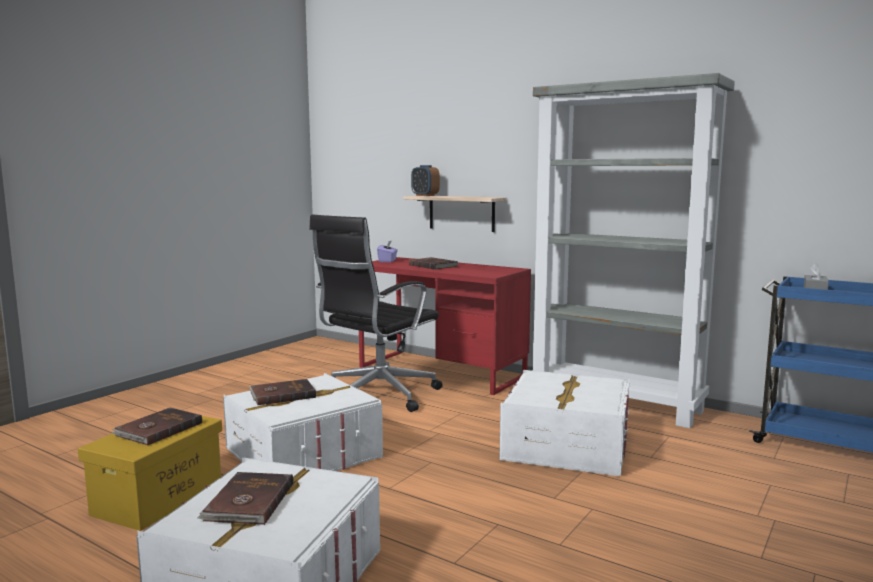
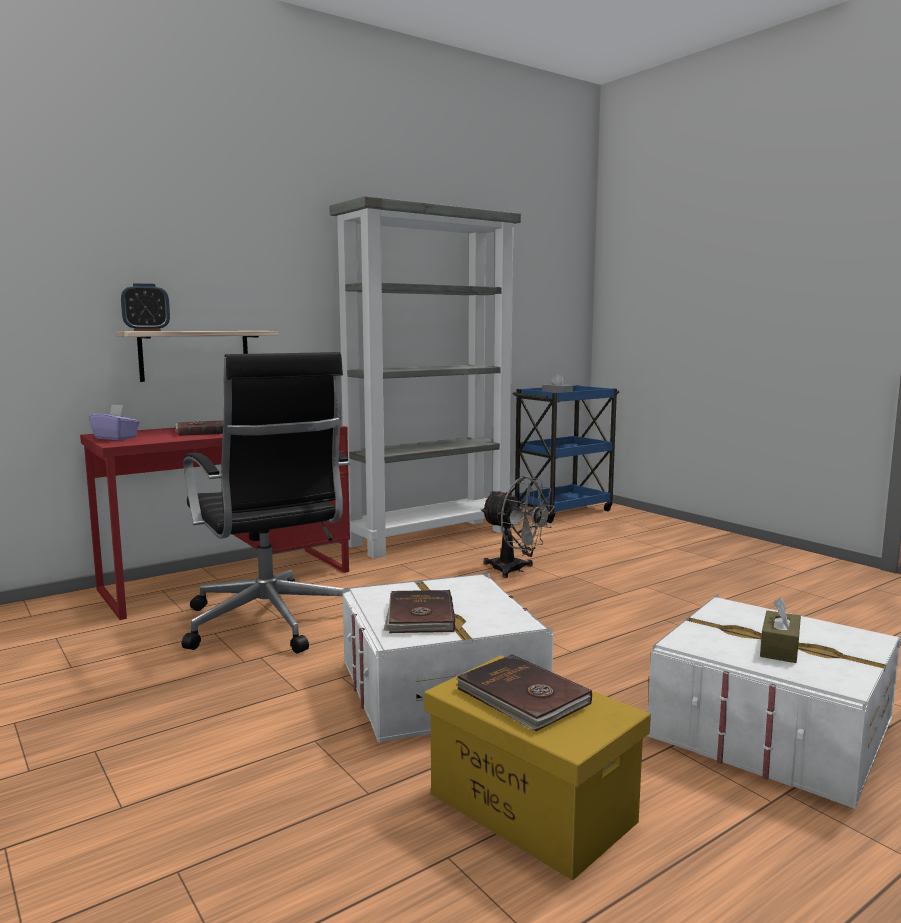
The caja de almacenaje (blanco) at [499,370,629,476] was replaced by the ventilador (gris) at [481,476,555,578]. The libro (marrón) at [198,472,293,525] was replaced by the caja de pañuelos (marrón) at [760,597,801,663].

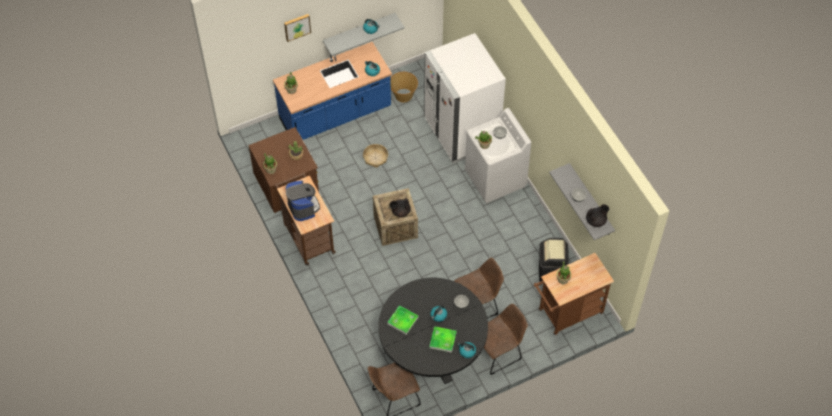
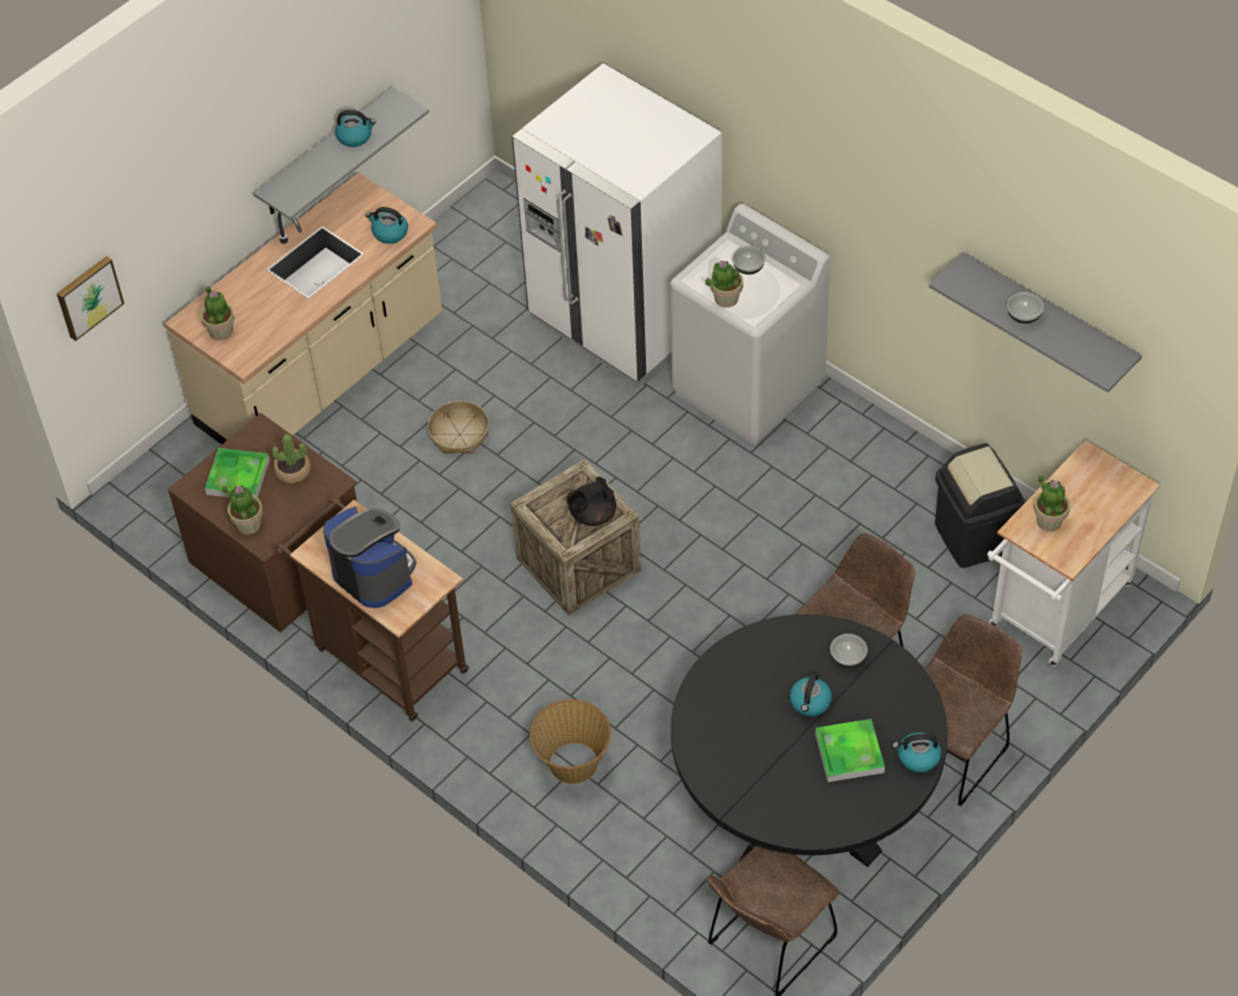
The cuadro moved from [284,14,311,42] to [57,256,124,341]. The mueble bajo de cocina (azul) at [273,42,392,140] became the mueble bajo de cocina (beis) at [165,173,442,444]. The cesta moved from [390,72,418,102] to [530,699,611,784]. The tetera (negro) at [586,204,609,227] disappeared. The carrito (marrón) at [534,253,614,335] became the carrito (blanco) at [987,440,1160,667]. The bandeja moved from [387,305,419,335] to [205,448,270,498].

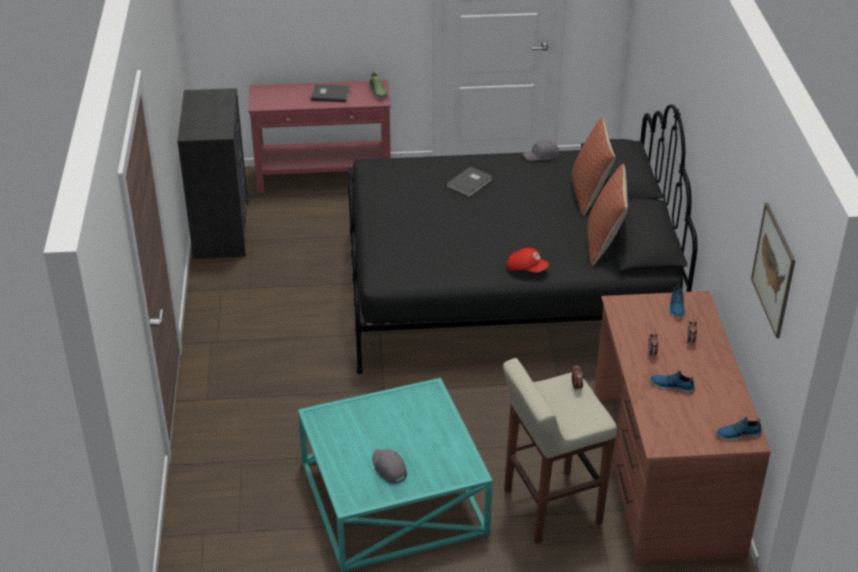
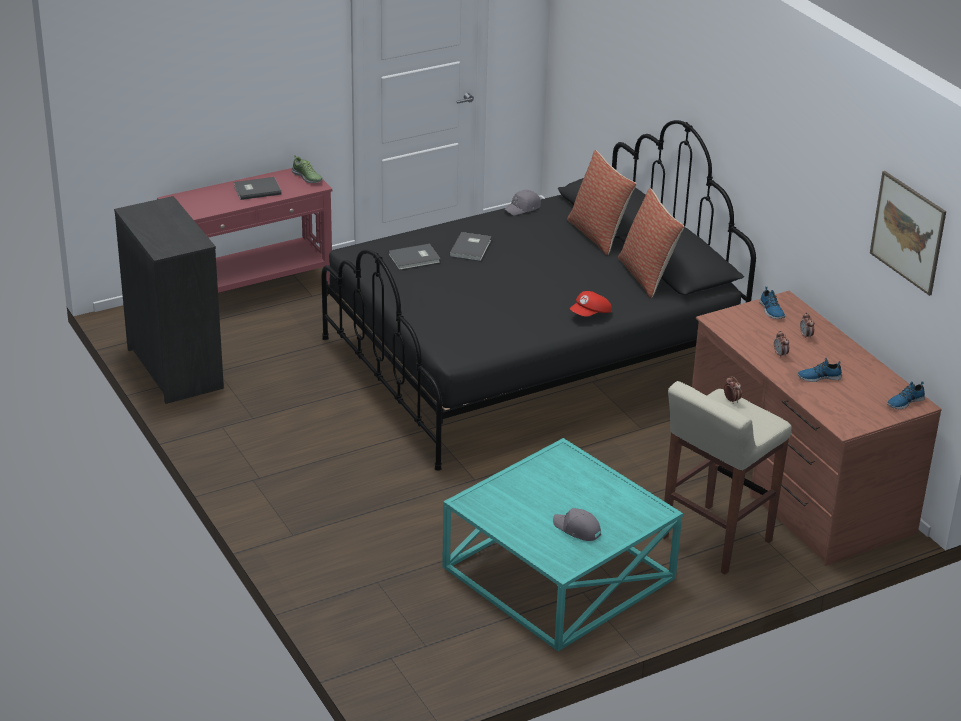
The gorra (rojo) at [506,248,549,273] turned 135 degrees clockwise. The libro (gris) at [389,244,440,270] appeared.

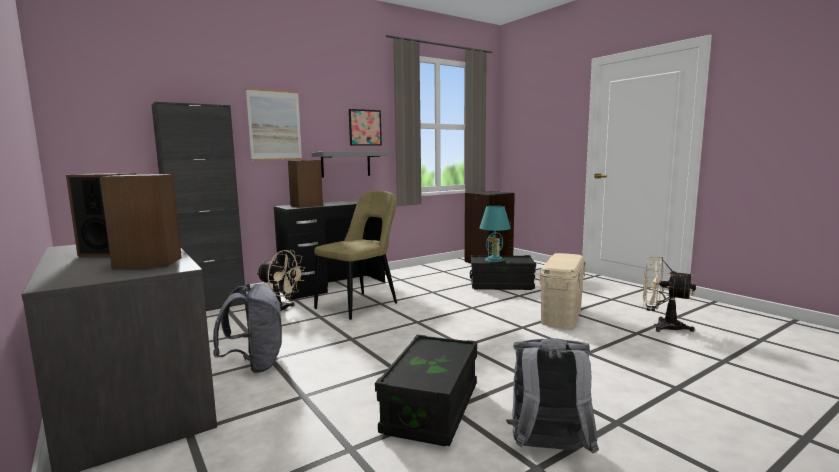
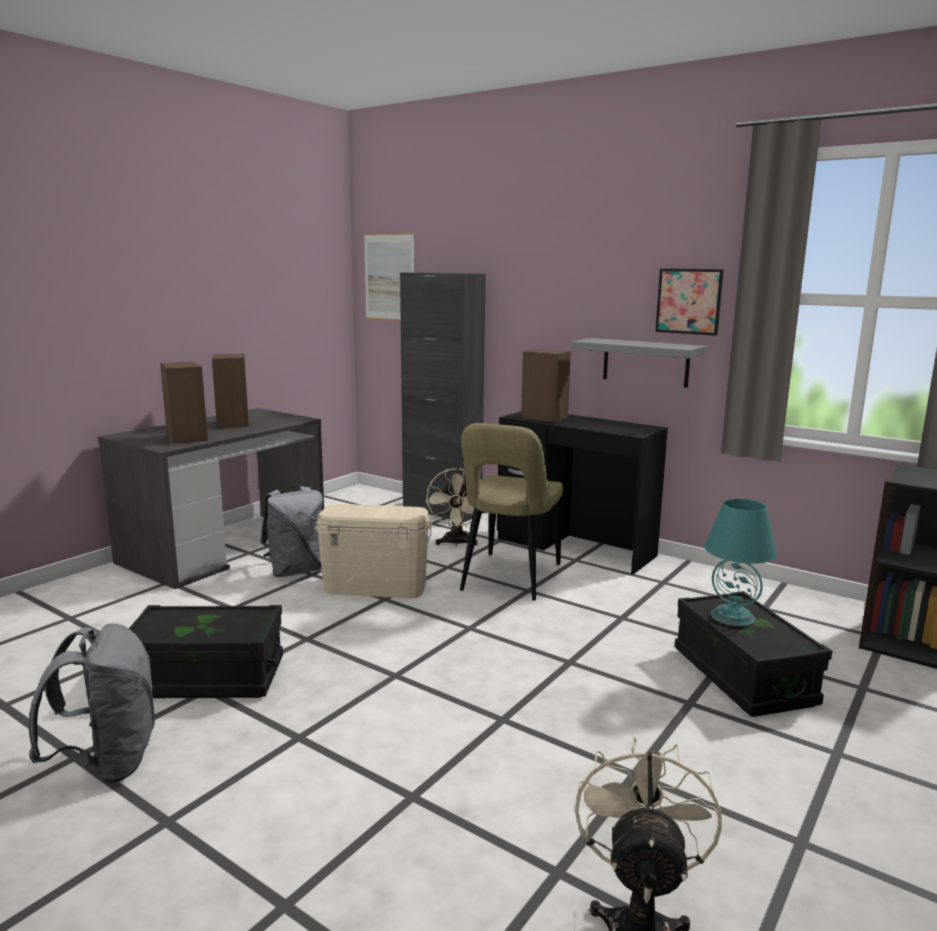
The cuadro moved from [246,88,302,160] to [364,232,414,321]. The silla (beis) at [314,191,397,320] turned 90 degrees clockwise. The caja de almacenaje (beis) moved from [540,253,585,329] to [314,504,432,598].

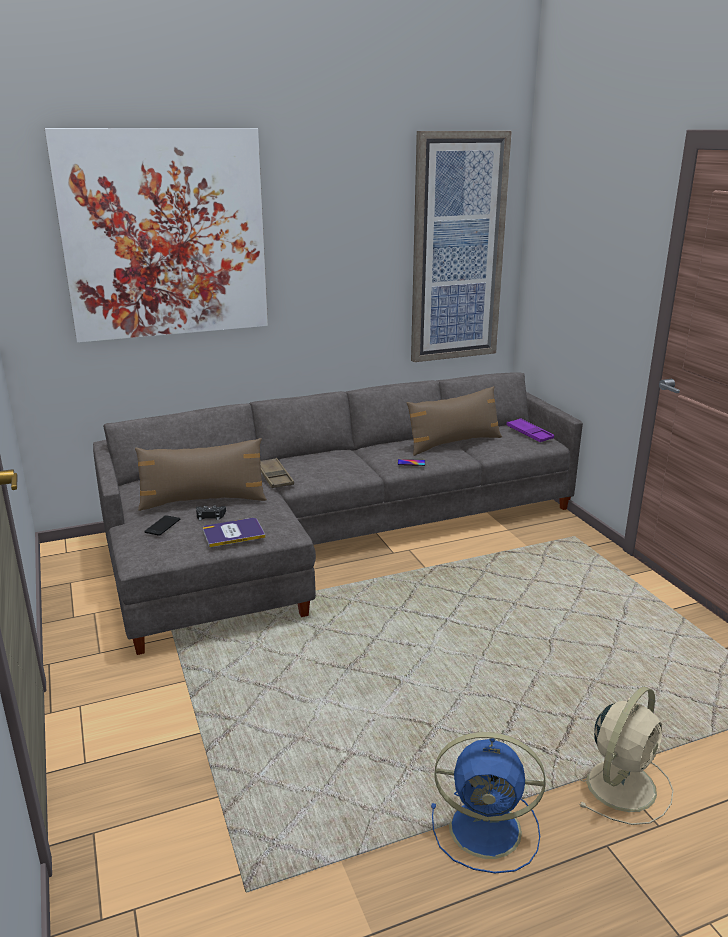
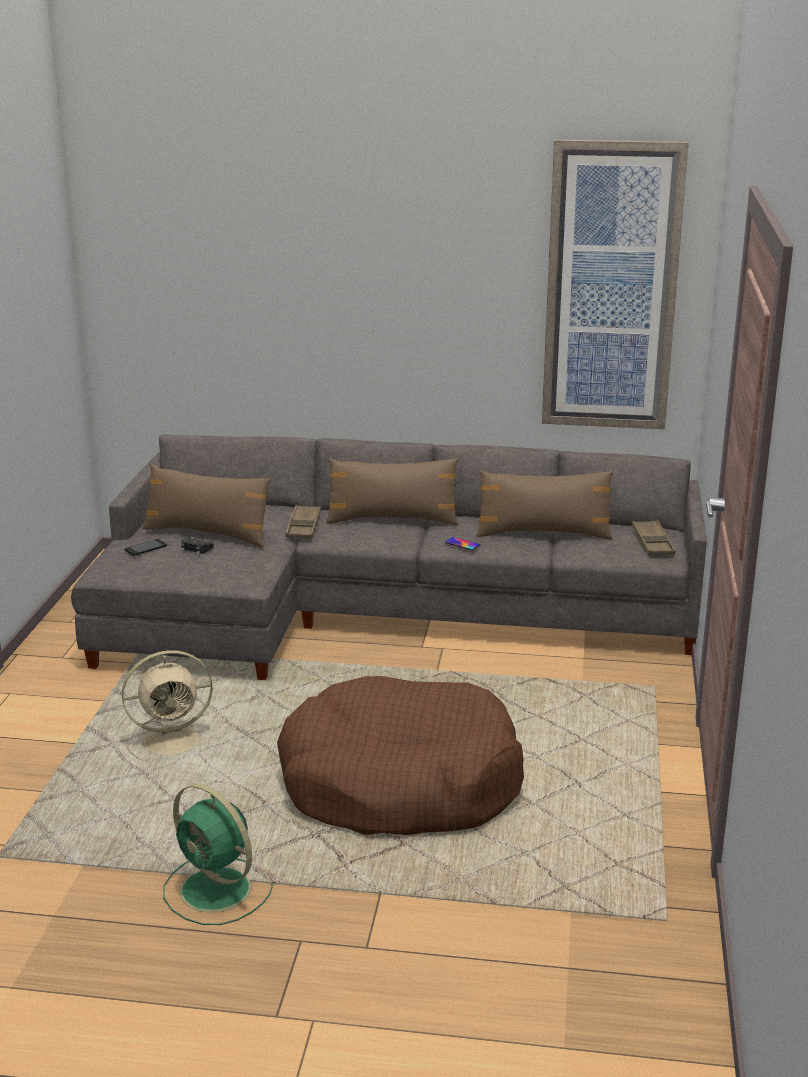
The cuadro at [45,128,268,343] disappeared. The bandeja (morado) at [506,418,554,442] became the bandeja (marrón) at [632,521,675,555]. The libro at [203,518,266,547] disappeared. The ventilador (beis) moved from [575,687,674,825] to [122,650,213,763]. The ventilador (azul) at [431,732,546,873] became the ventilador (verde) at [163,784,273,925]. The cojín (marrón) at [326,458,459,525] appeared. The cama para perro (marrón) at [277,676,524,835] appeared.

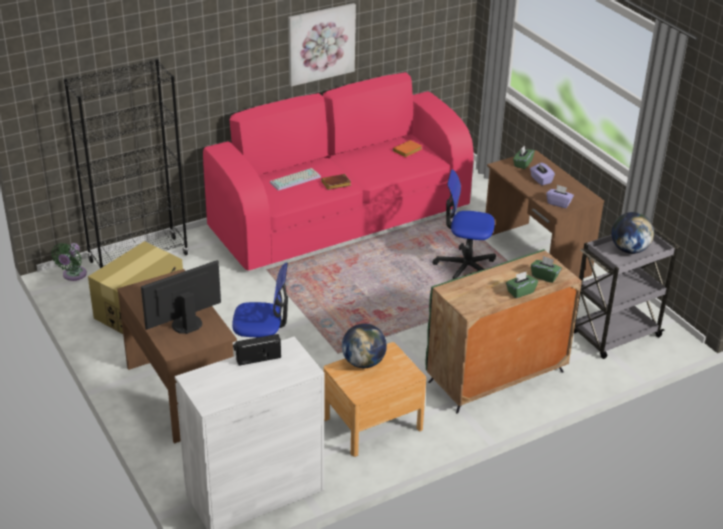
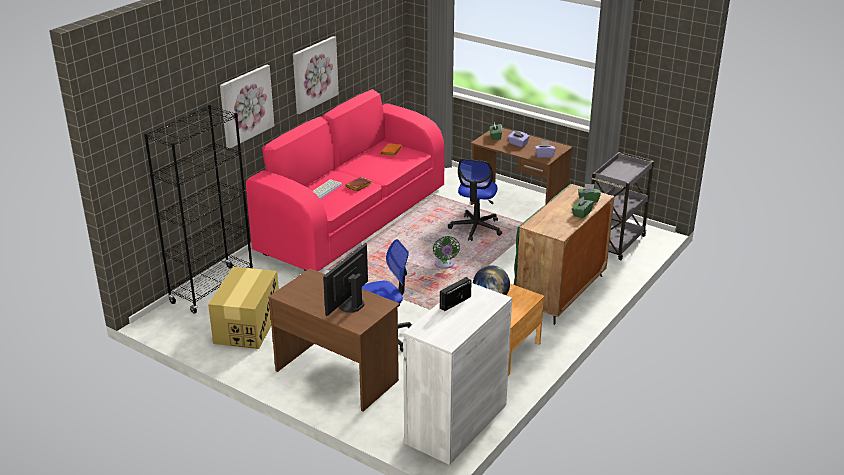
The silla de oficina at [433,170,496,279] turned 60 degrees counterclockwise. The globo terráqueo at [611,212,654,254] disappeared. The ventilador (verde) moved from [52,243,87,281] to [433,236,460,269]. The cuadro at [220,64,275,149] appeared.

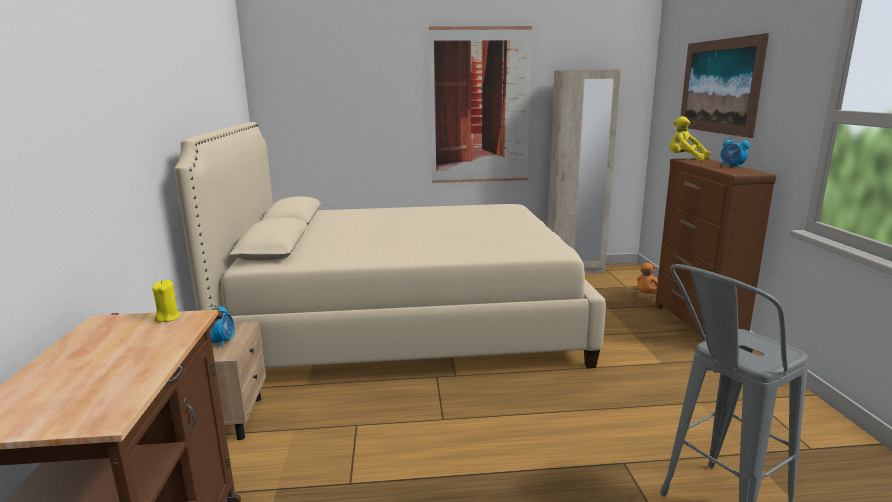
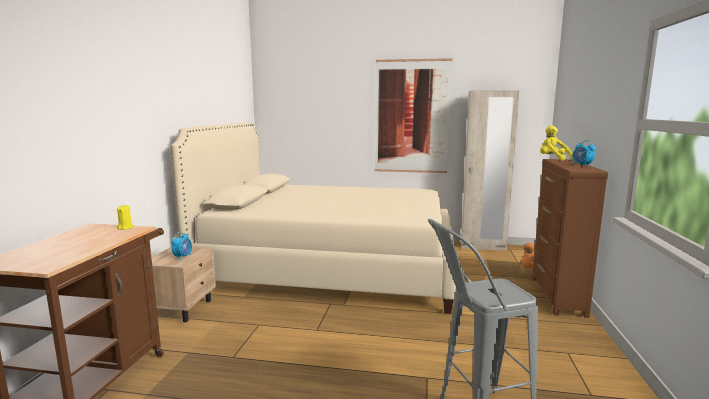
The cuadro at [680,33,769,138] disappeared.

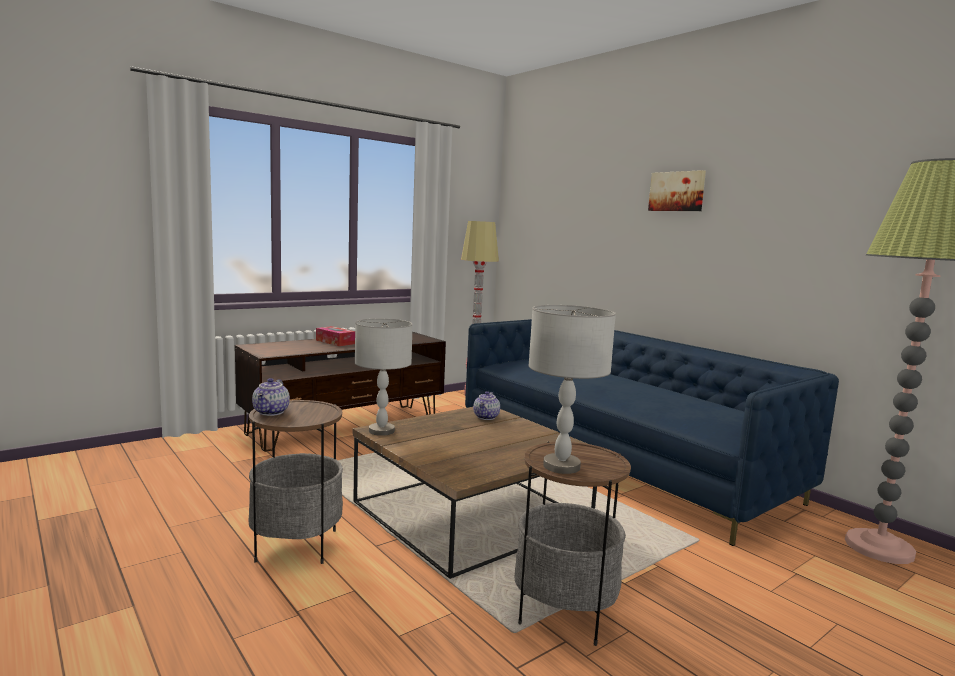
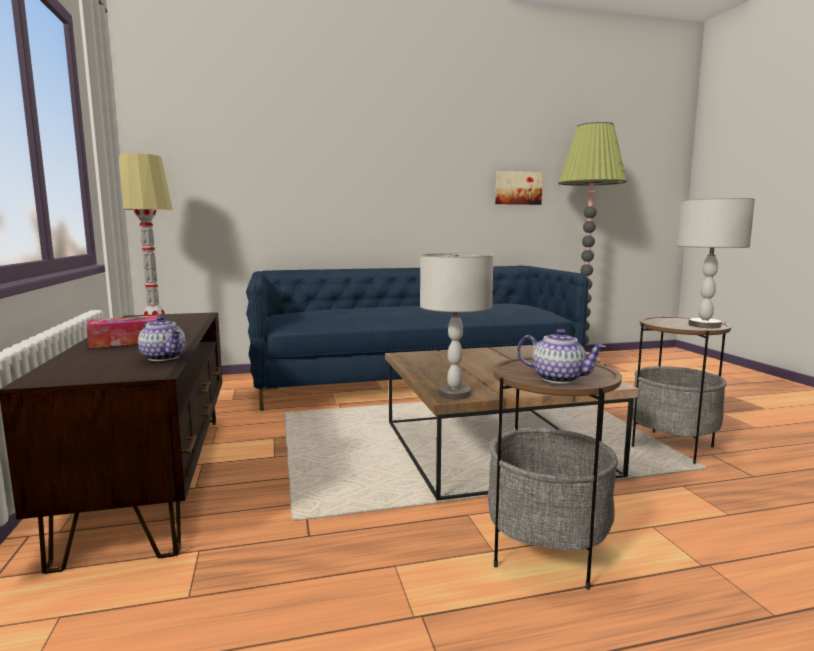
The cuadro moved from [648,170,706,211] to [495,171,543,205]. The tetera moved from [473,391,500,420] to [138,316,186,361].

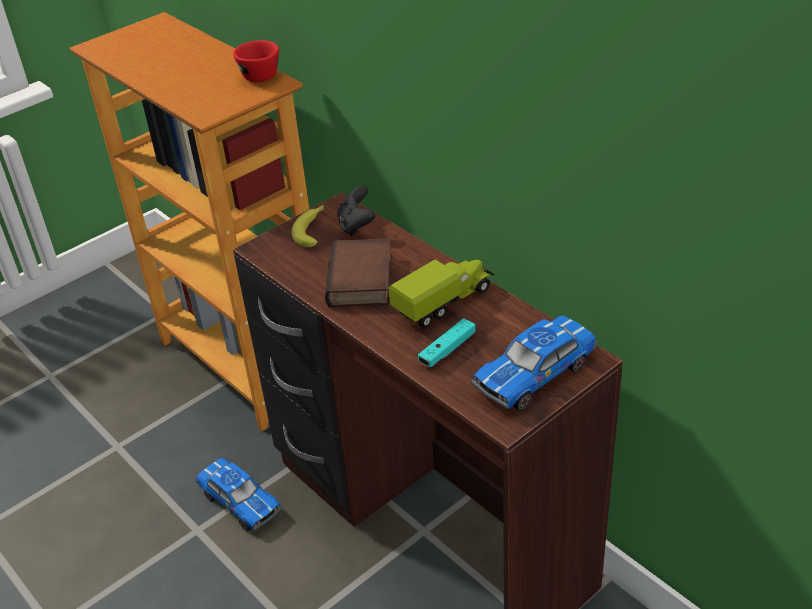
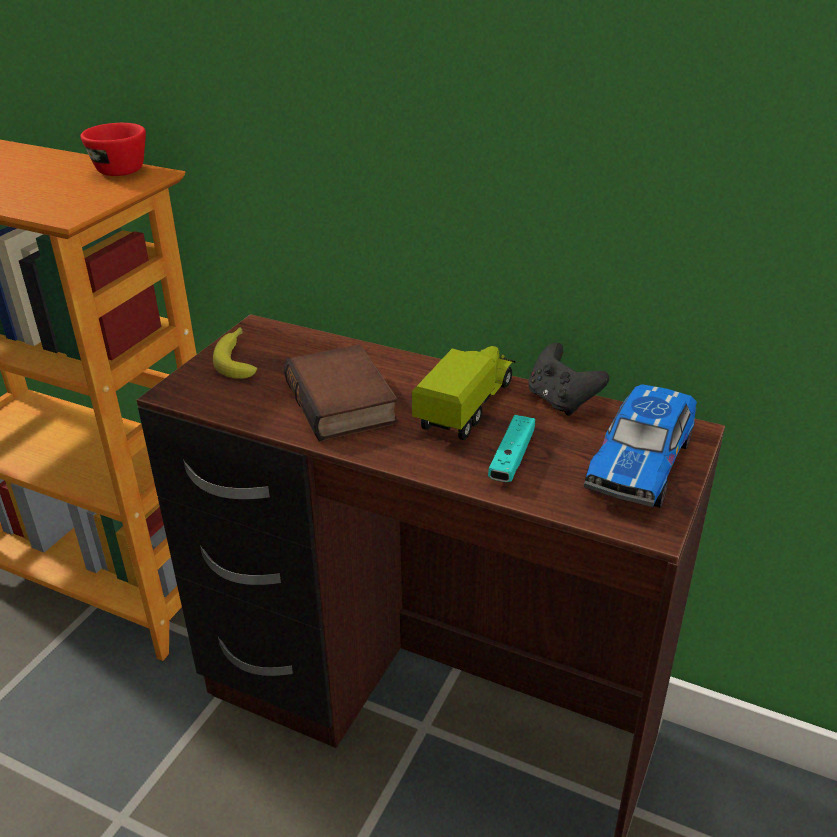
The mando de consola (negro) moved from [337,186,376,236] to [528,343,609,416]. The coche de juguete at [195,458,283,531] disappeared.

